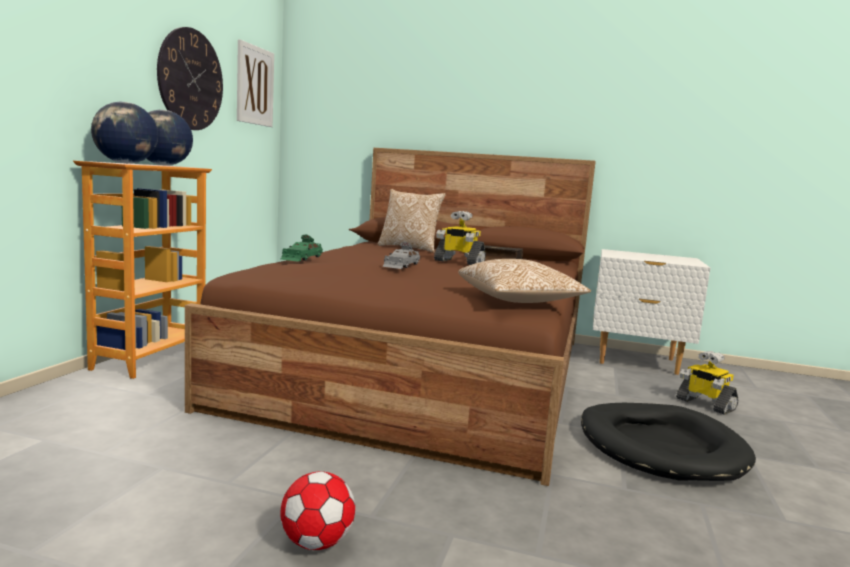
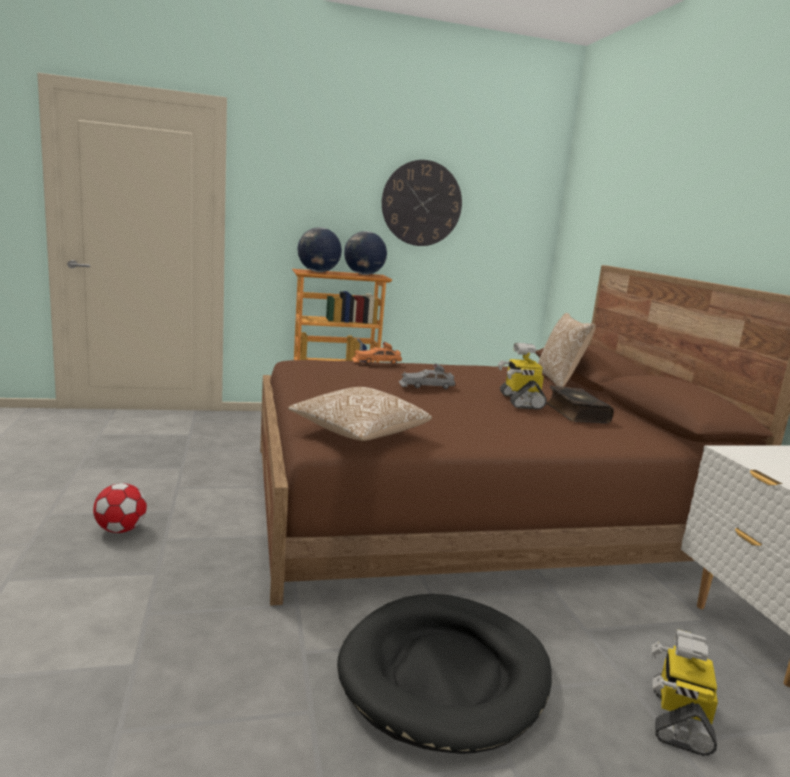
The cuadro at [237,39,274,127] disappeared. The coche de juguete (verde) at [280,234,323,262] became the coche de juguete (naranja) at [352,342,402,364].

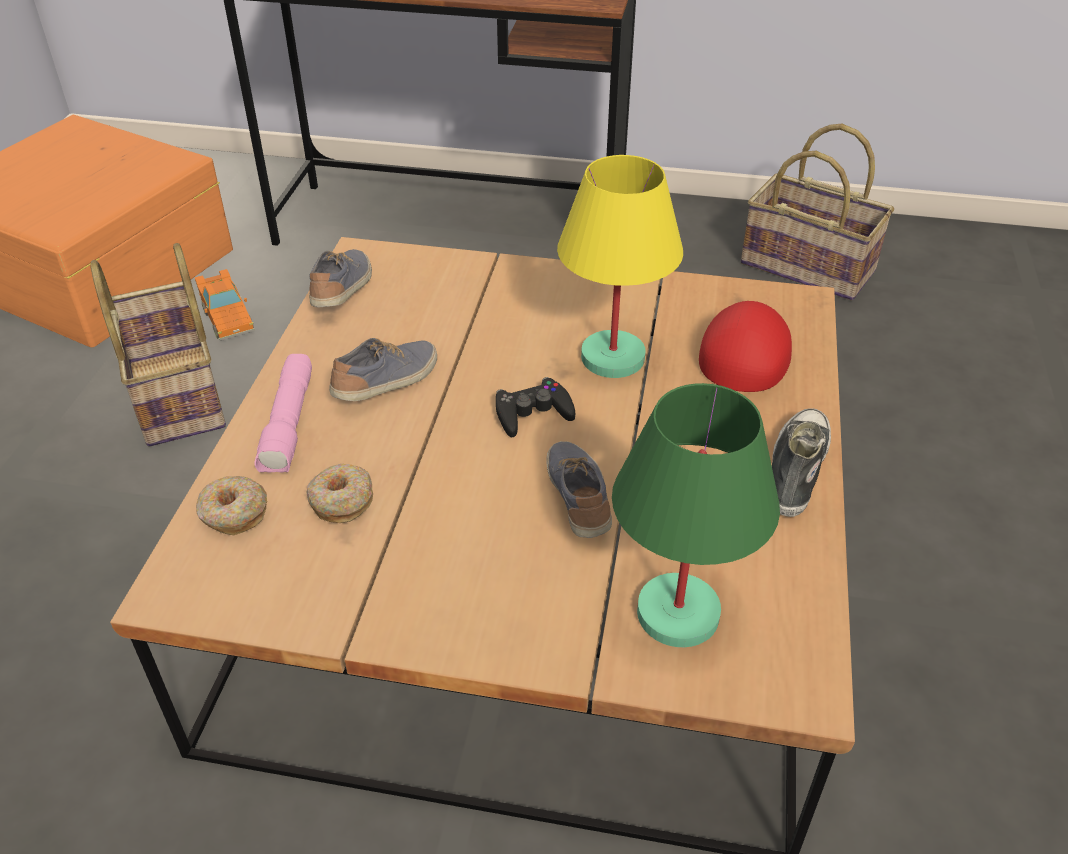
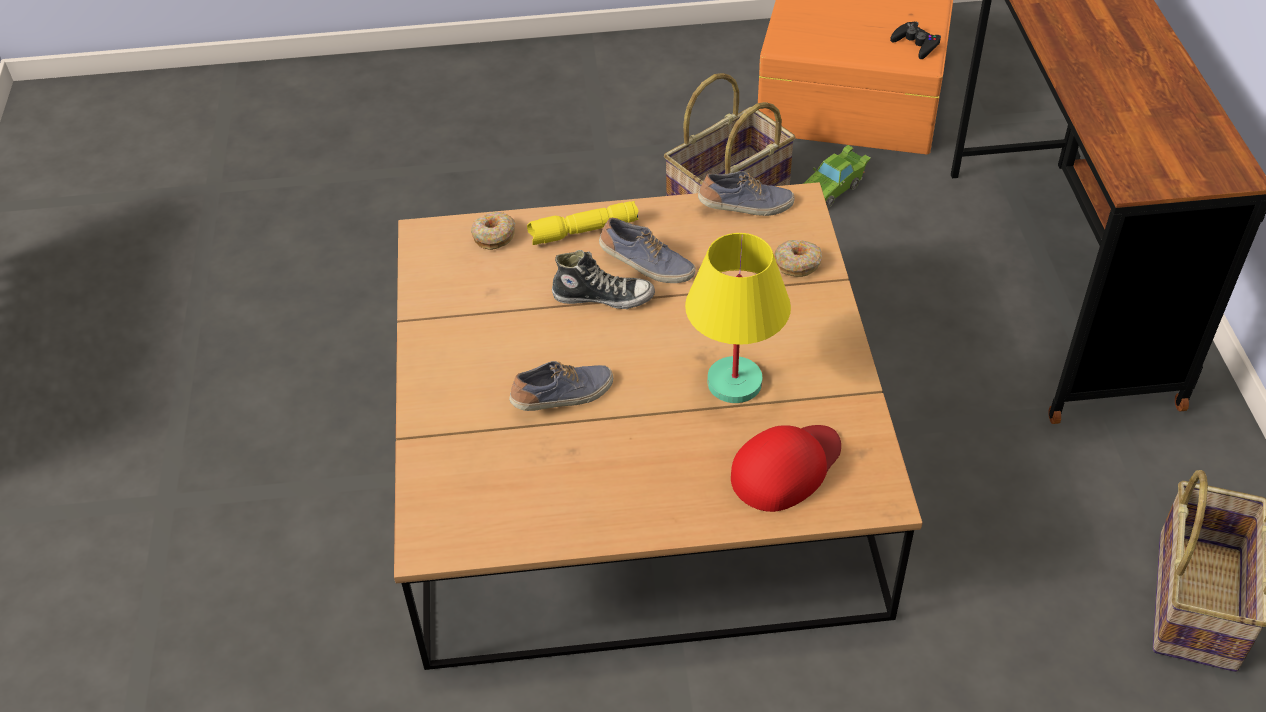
The coche de juguete (naranja) at [194,269,255,341] became the coche de juguete (verde) at [803,145,871,208]. The gorra (rojo) at [699,301,792,392] turned 45 degrees counterclockwise. The linterna (rosa) at [254,354,312,473] became the linterna (amarillo) at [527,201,639,245]. The mando de consola (negro) moved from [496,377,575,437] to [890,22,941,59]. The lámpara de mesa (verde) at [612,383,780,647] disappeared. The zapato moved from [772,408,831,517] to [552,250,655,309]. The rosquilla moved from [306,464,373,523] to [774,240,822,277].

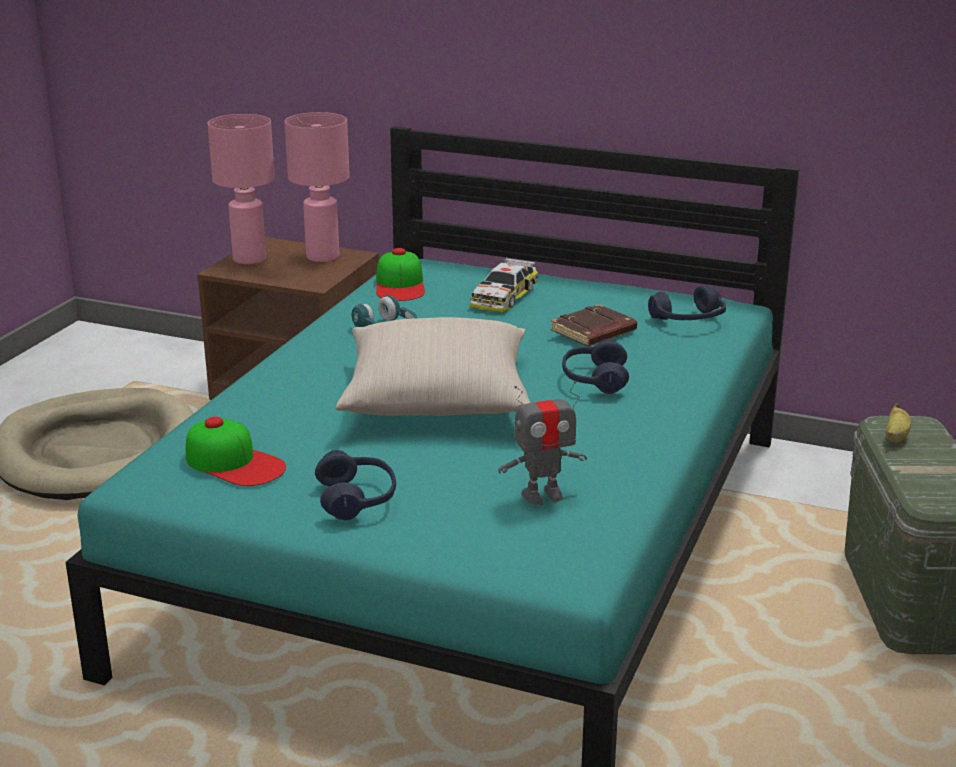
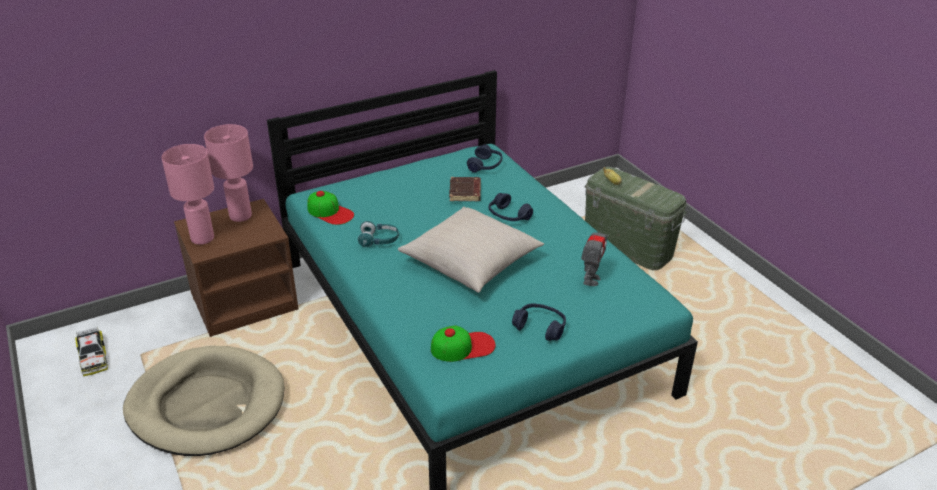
The coche de juguete moved from [470,257,538,313] to [75,327,108,376].

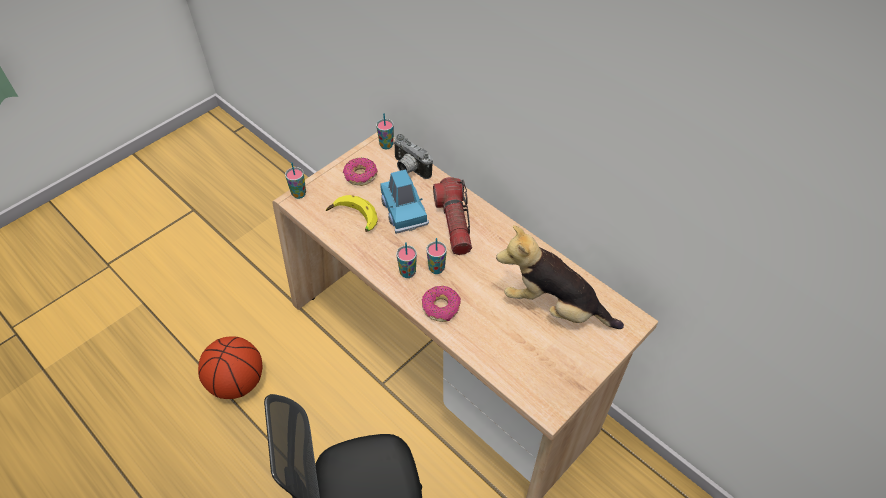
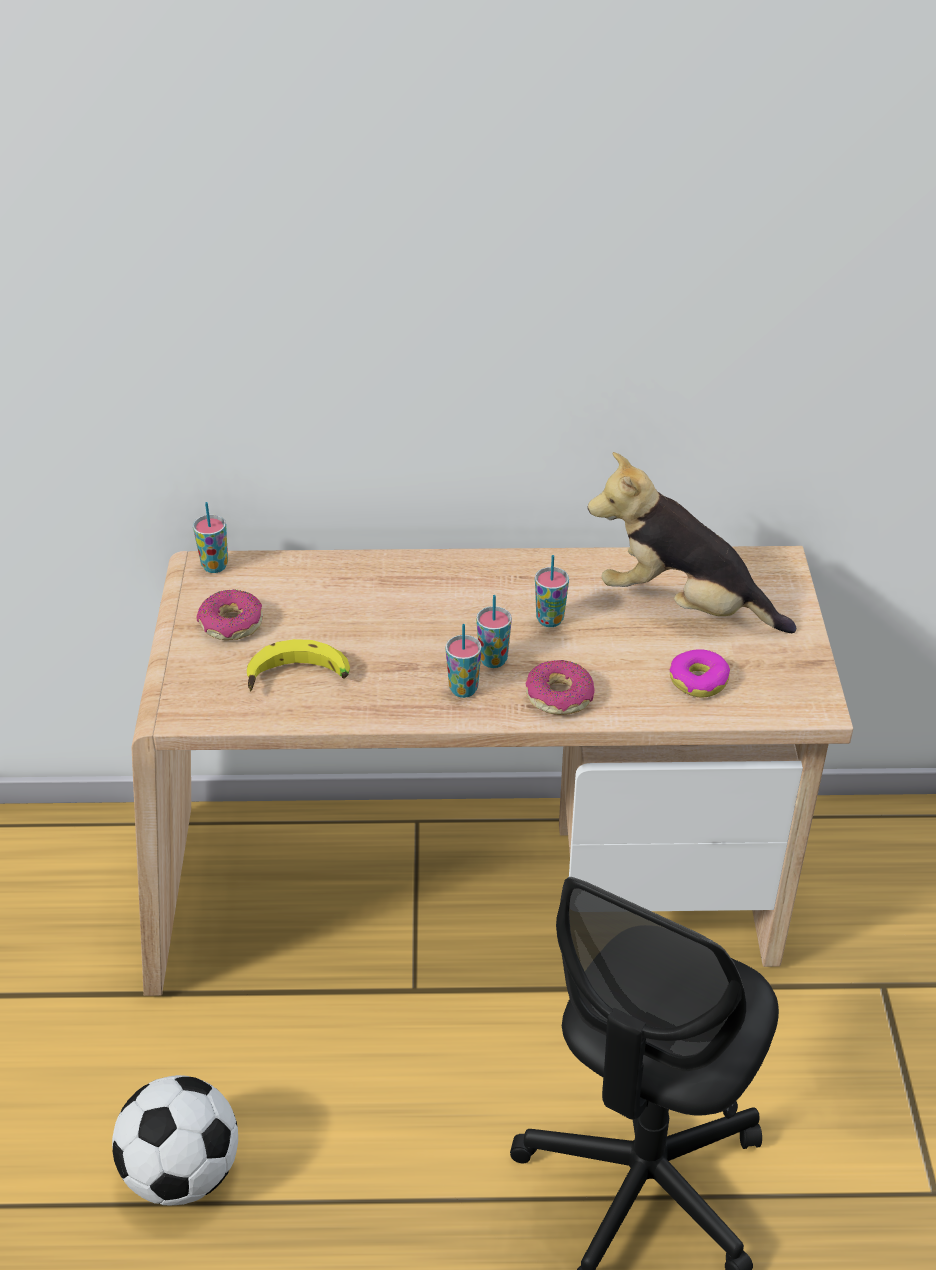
The cámara at [393,134,433,179] disappeared. The taza moved from [285,162,306,199] to [535,555,569,627]. The coche de juguete (azul) at [380,169,429,234] disappeared. The linterna at [433,177,472,255] disappeared. The peluche at [496,225,624,329] turned 45 degrees clockwise. The balón de baloncesto at [198,336,262,399] was replaced by the balón de fútbol at [112,1075,238,1205]. The rosquilla at [670,649,730,698] appeared.

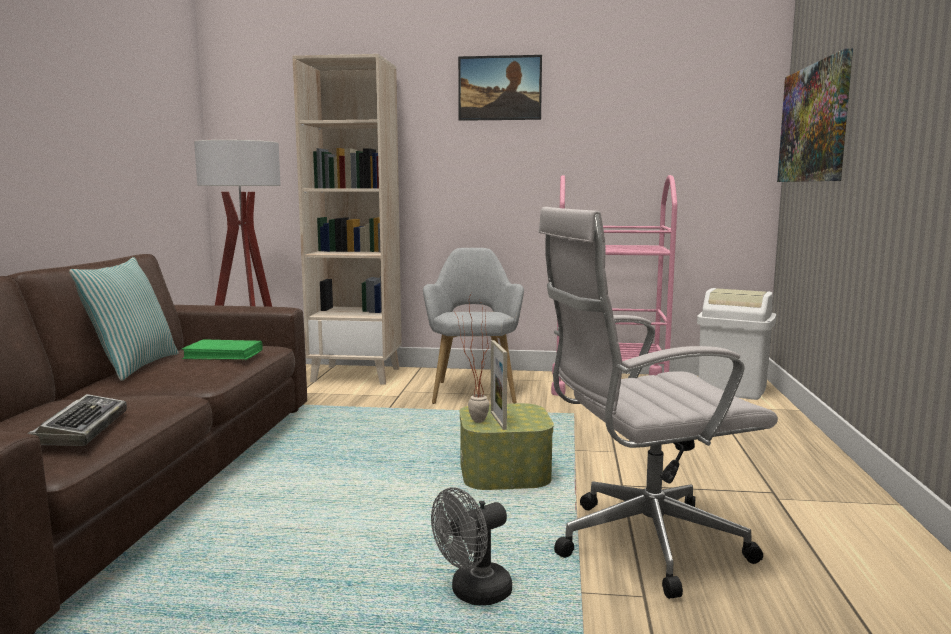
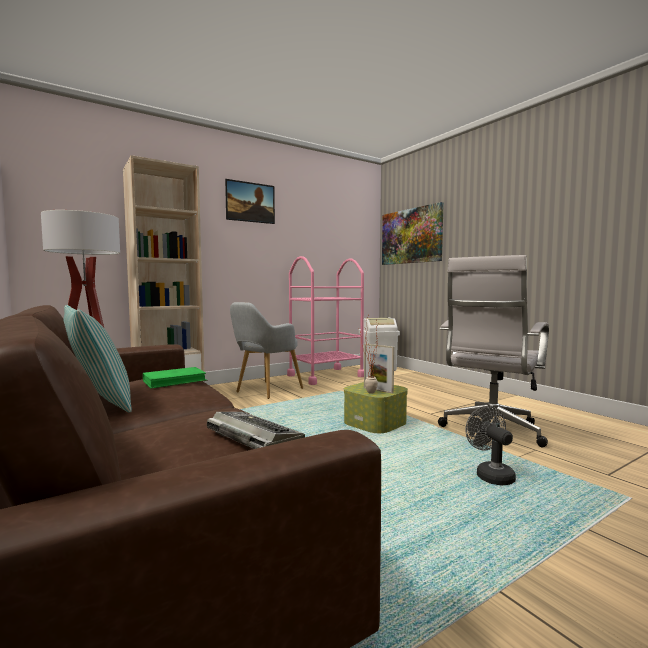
The sillón (gris) at [423,248,524,404] turned 105 degrees counterclockwise. The ventilador (gris) at [431,487,512,605] turned 150 degrees clockwise.

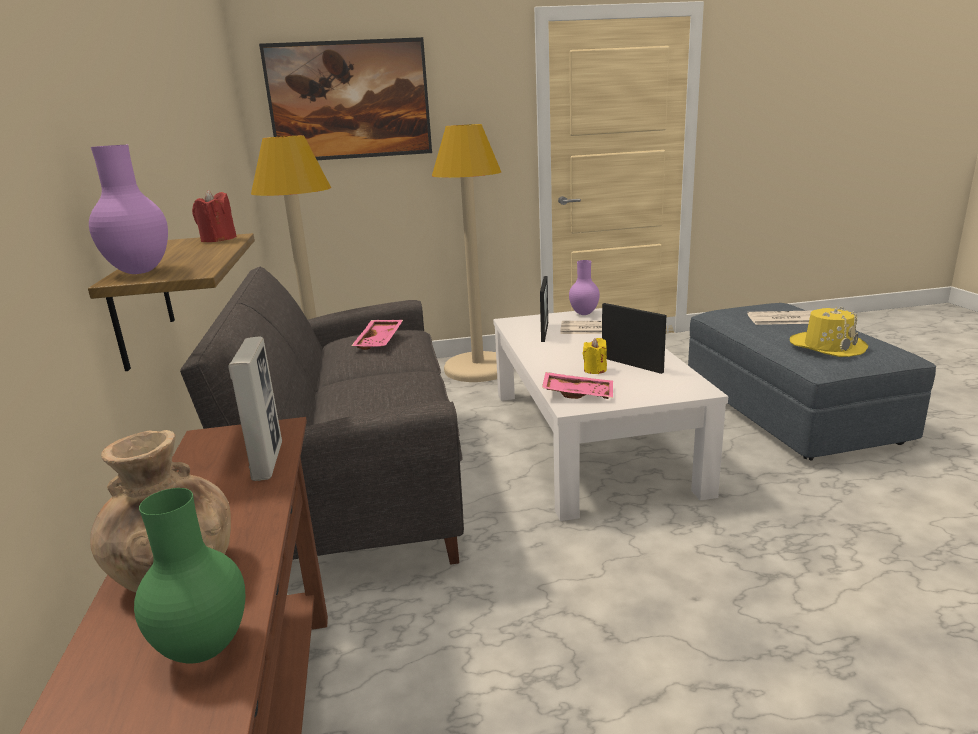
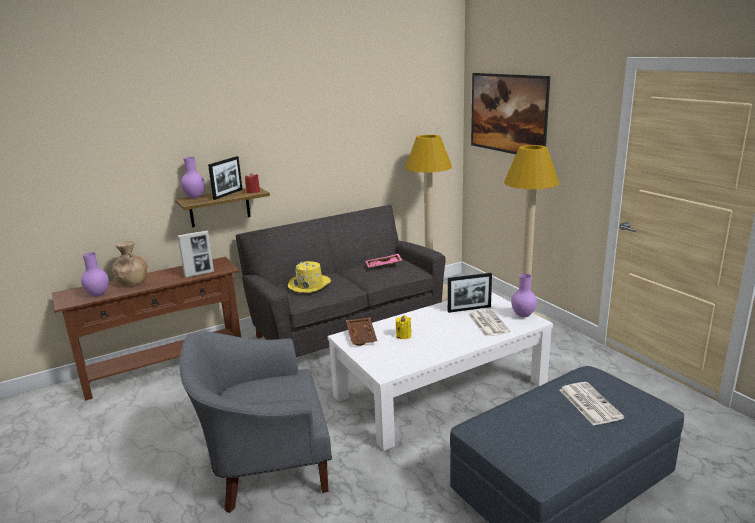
The portarretratos moved from [602,303,666,374] to [208,156,243,200]. The sombrero (amarillo) moved from [790,306,868,357] to [288,261,331,293]. The bandeja (rosa) at [542,372,613,399] became the bandeja (marrón) at [346,317,377,346]. The florero (verde) at [134,488,245,663] became the florero (morado) at [81,252,109,297]. The sillón (gris) at [179,332,332,513] appeared.

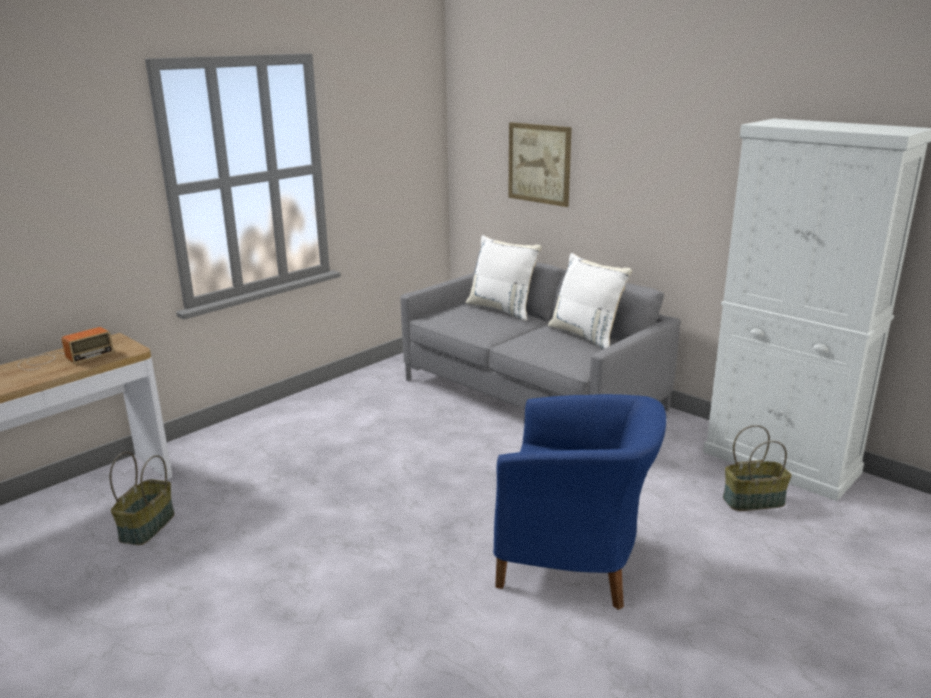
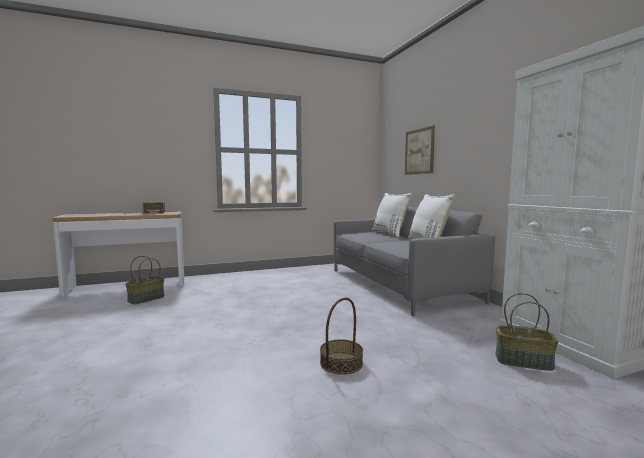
The sillón (azul) at [493,394,666,610] was replaced by the cesta at [320,298,363,375].

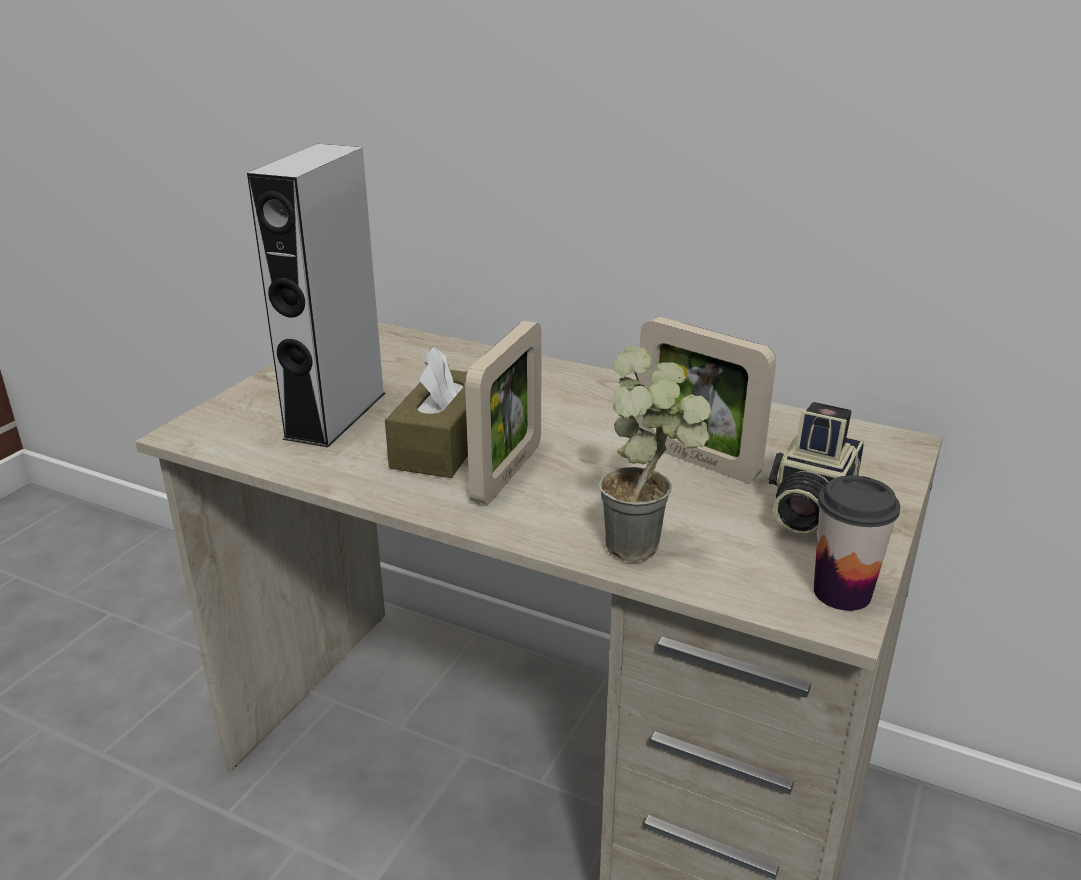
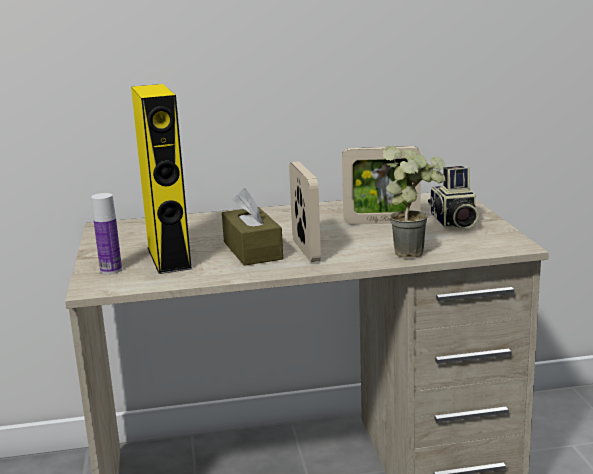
The altavoz (gris) at [247,144,385,448] became the altavoz (amarillo) at [131,84,192,274]. The taza at [814,475,900,611] disappeared. The botella at [91,193,122,274] appeared.

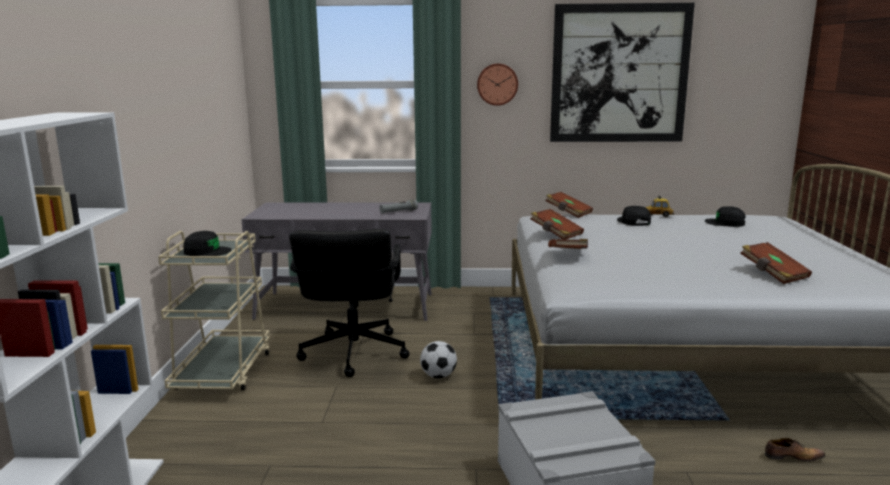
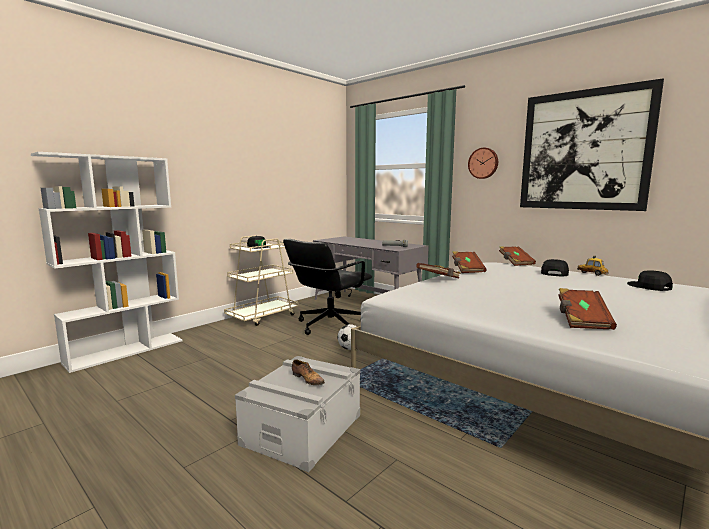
The zapato moved from [765,438,826,462] to [292,359,325,385].

